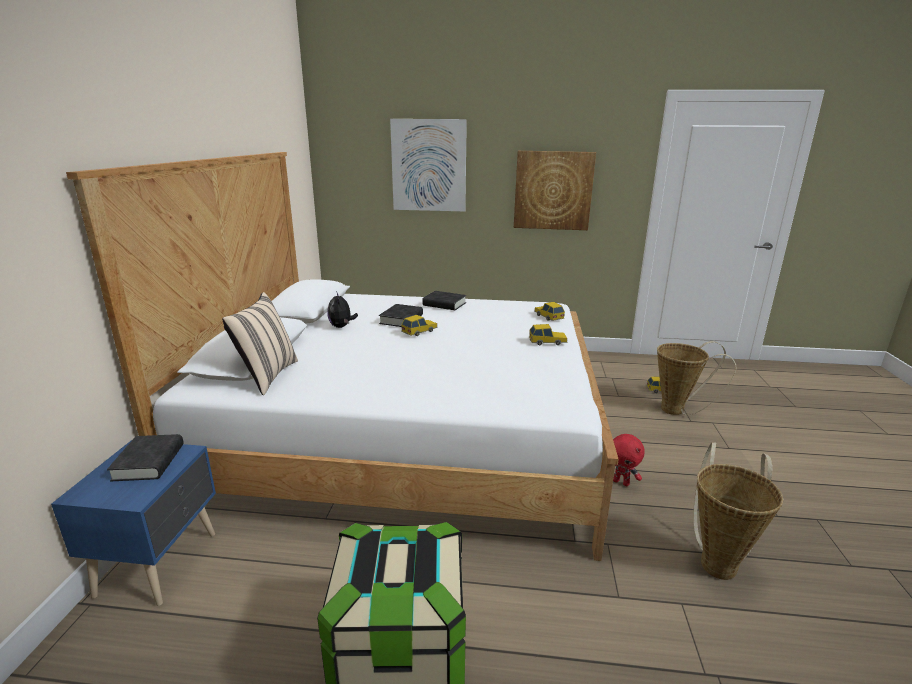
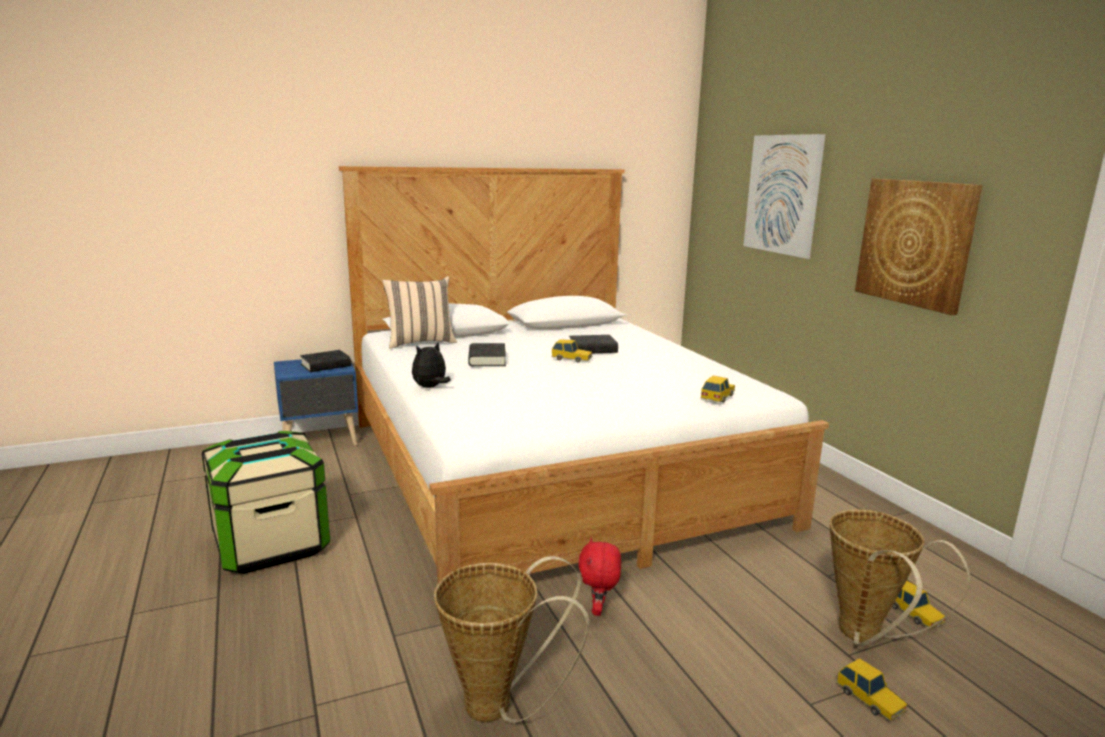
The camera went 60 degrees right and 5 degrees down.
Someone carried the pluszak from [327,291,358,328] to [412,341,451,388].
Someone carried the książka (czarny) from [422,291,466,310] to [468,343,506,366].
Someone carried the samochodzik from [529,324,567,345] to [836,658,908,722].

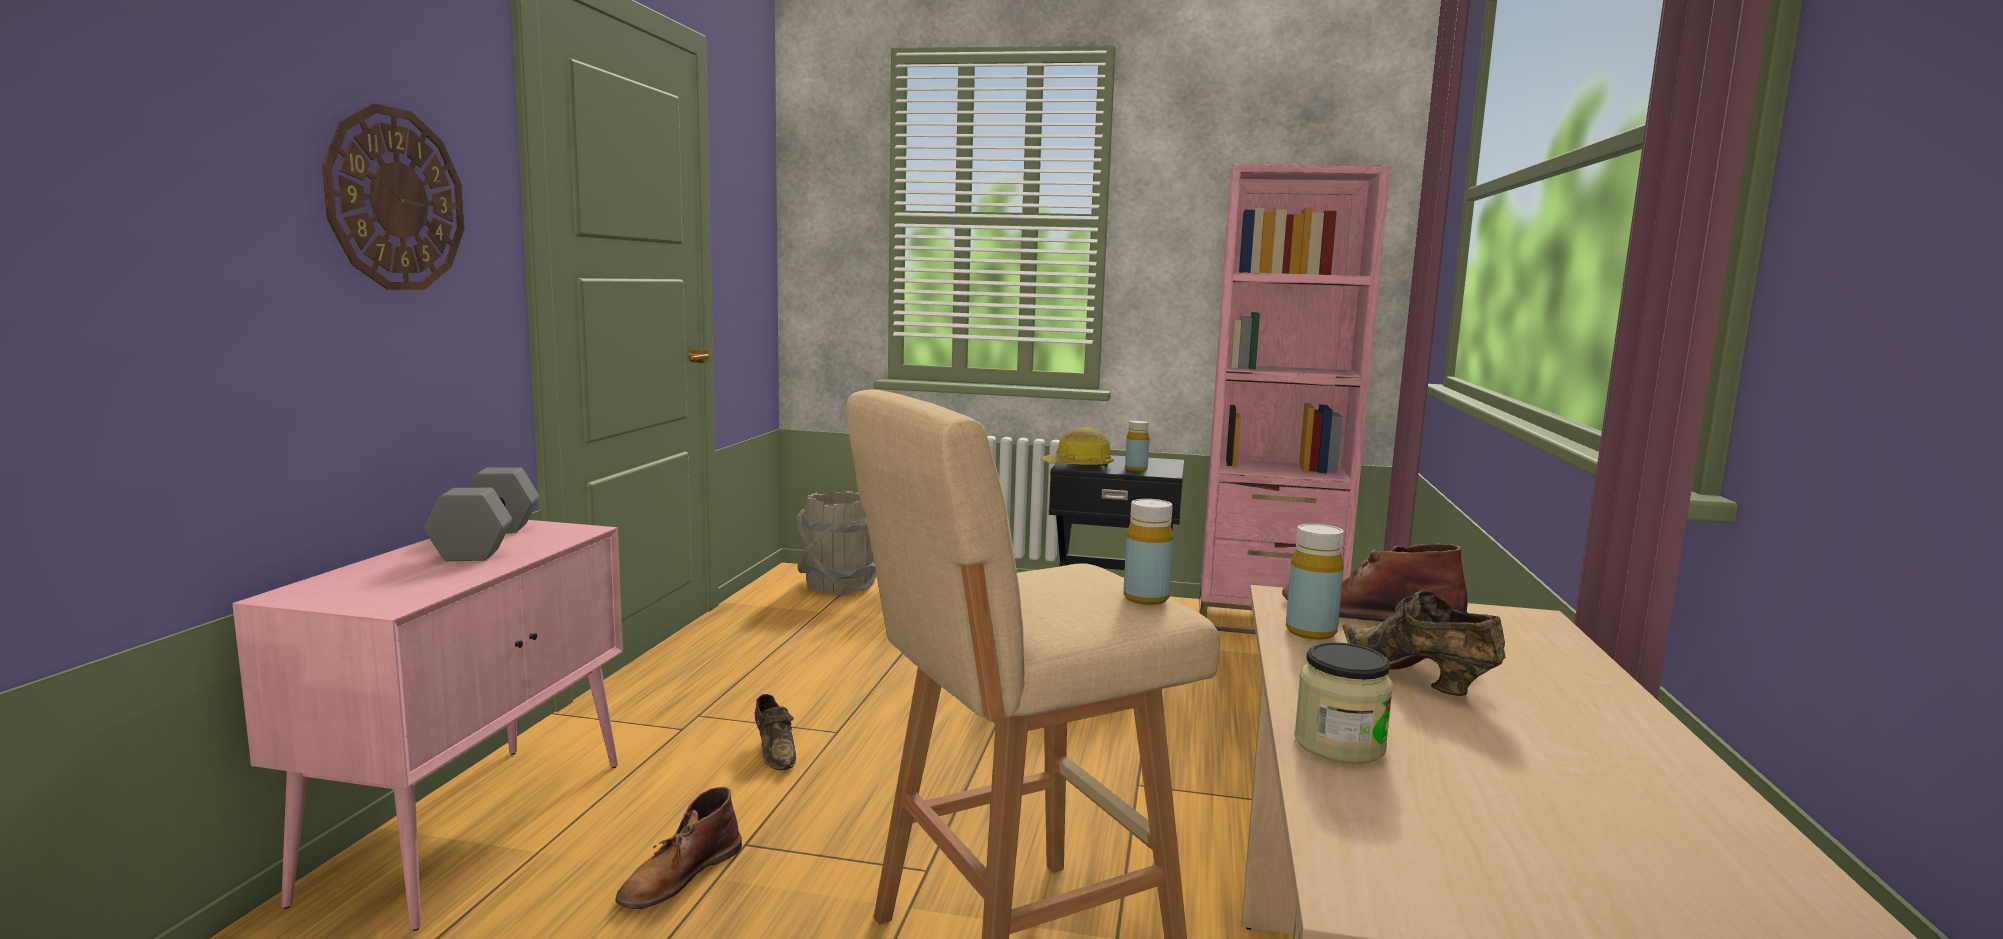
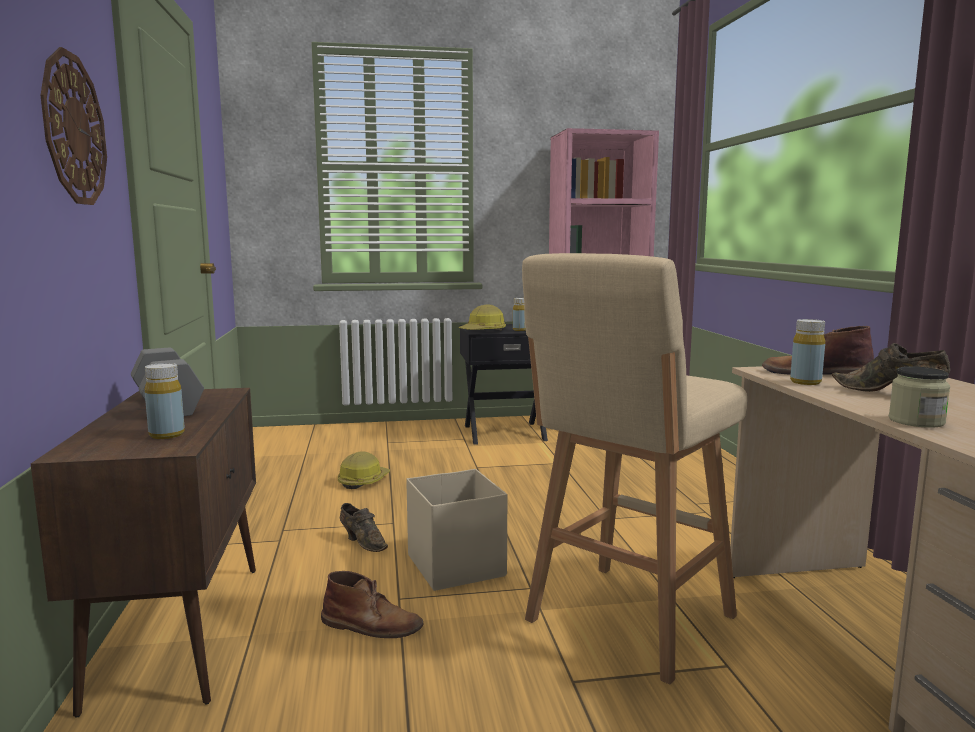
The camera went 20 degrees left and 0 degrees up.
Someone repainted the szafka (różowy) at [232,520,623,931], which became the szafka (brązowy) at [31,388,256,718].
Someone carried the butelka (żółty) from [1124,499,1173,605] to [145,363,185,439].
Someone rotated the but z cholewką (brązowy) at [615,787,742,909] by 90 degrees counterclockwise.
Someone put down the kask at [338,451,390,489].
Someone put down the pojemnik do przechowywania (beżowy) at [406,469,507,591].
Someone took away the wiadro (szary) at [797,490,876,595].

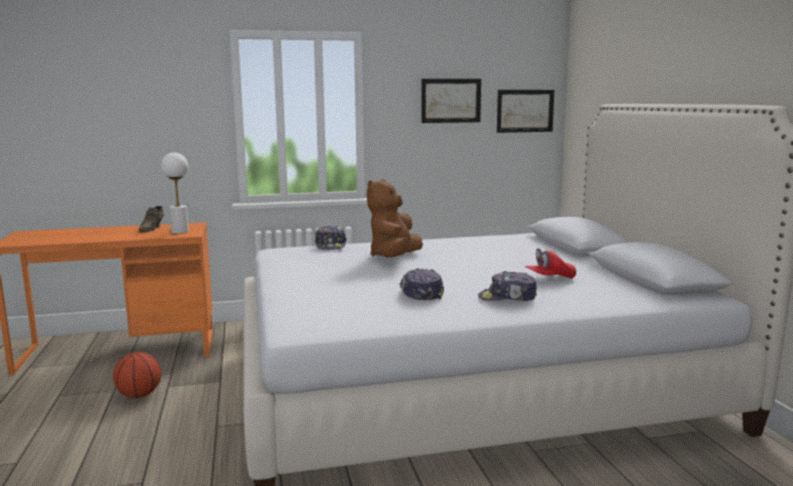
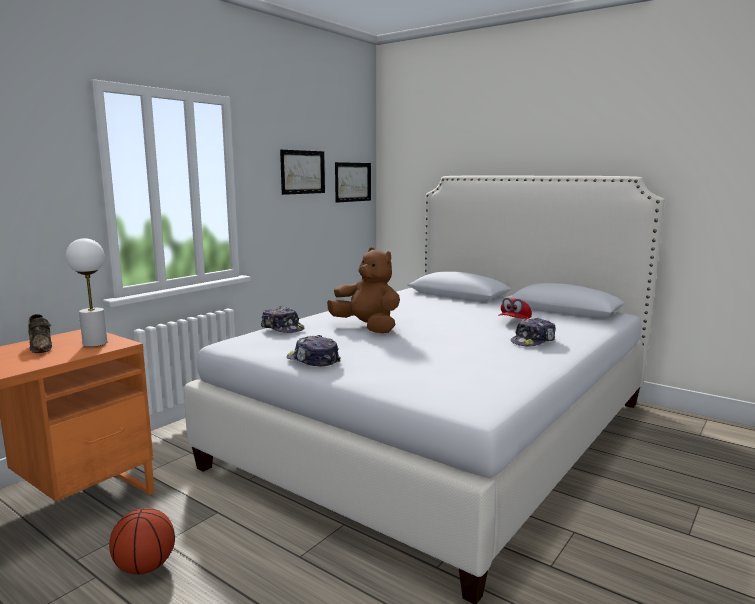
The camera went 40 degrees left and 0 degrees up.
Someone carried the czapka z daszkiem from [400,268,444,300] to [286,335,341,366].
Someone rotated the pluszak (brązowy) at [367,179,423,257] by 150 degrees clockwise.

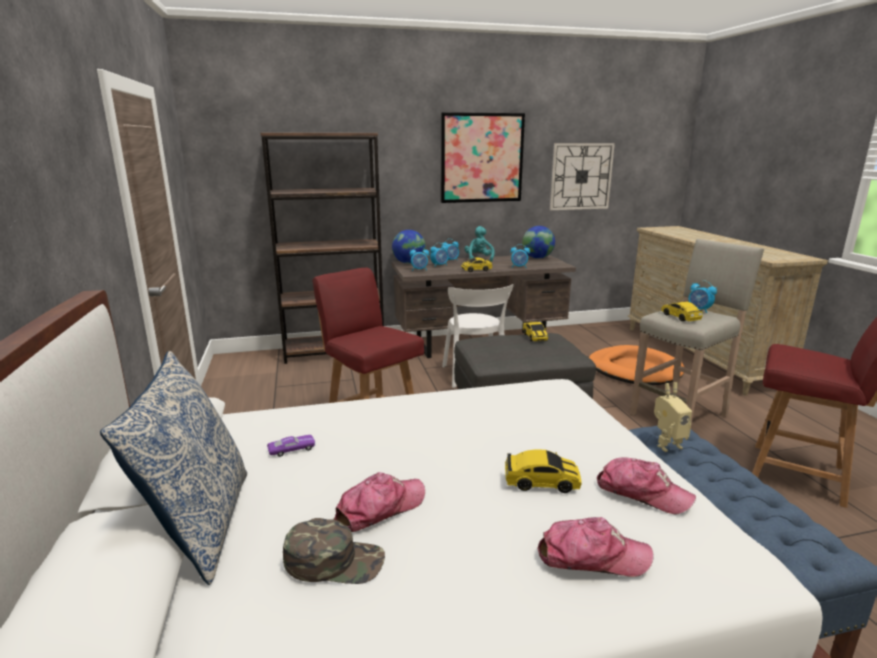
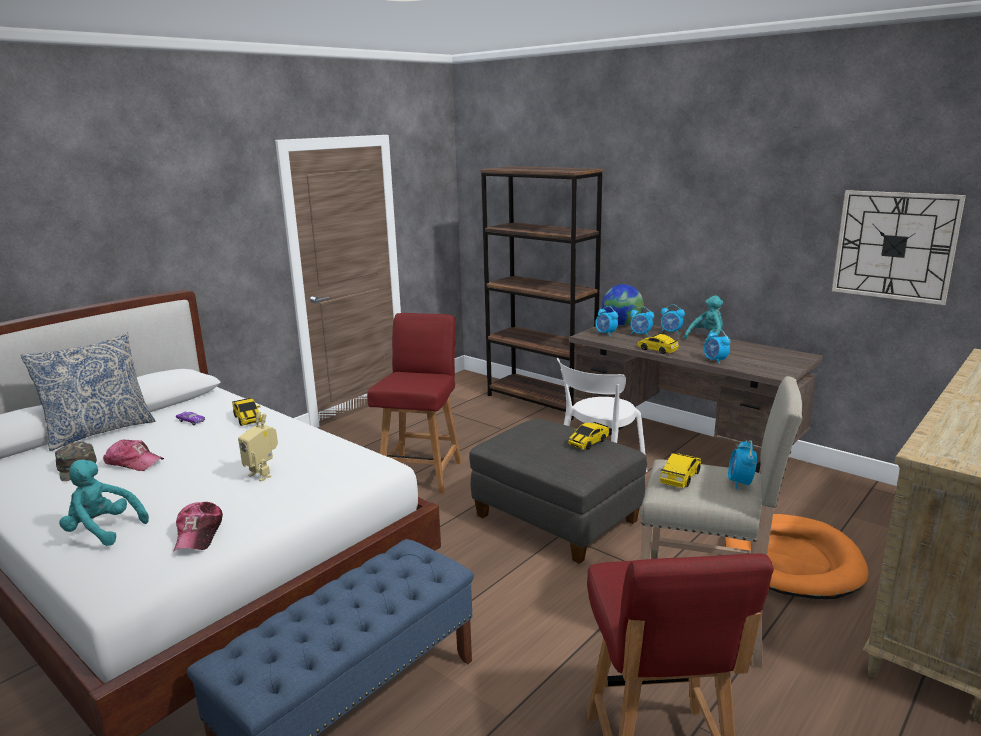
The camera went 55 degrees right and 0 degrees up.
Someone swapped the czapka z daszkiem at [537,517,654,577] for the pluszak (turkusowy) at [59,460,149,546].
Someone carried the samochodzik from [505,449,582,493] to [232,398,262,426].
Someone carried the robot zabawkowy from [654,382,692,452] to [238,412,278,482].
Someone took away the obraz at [441,112,525,203].
Someone took away the globus at [522,226,555,259].

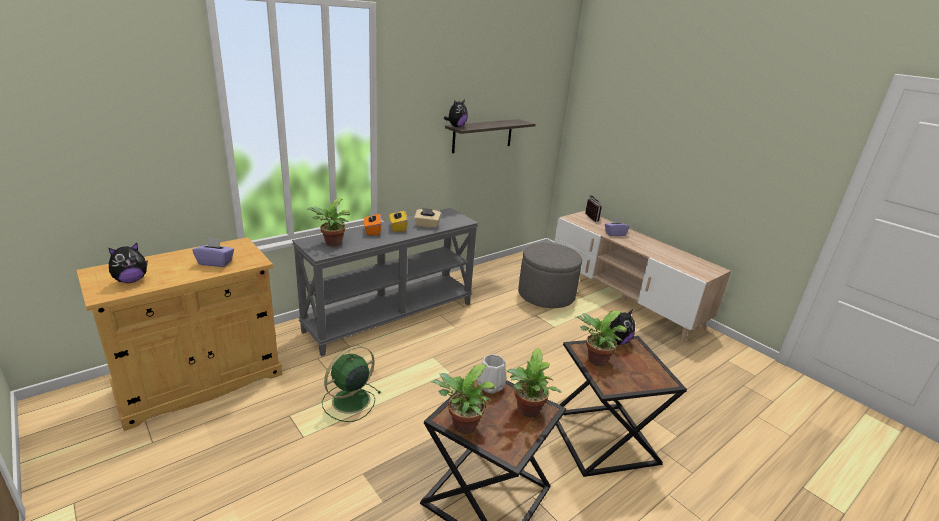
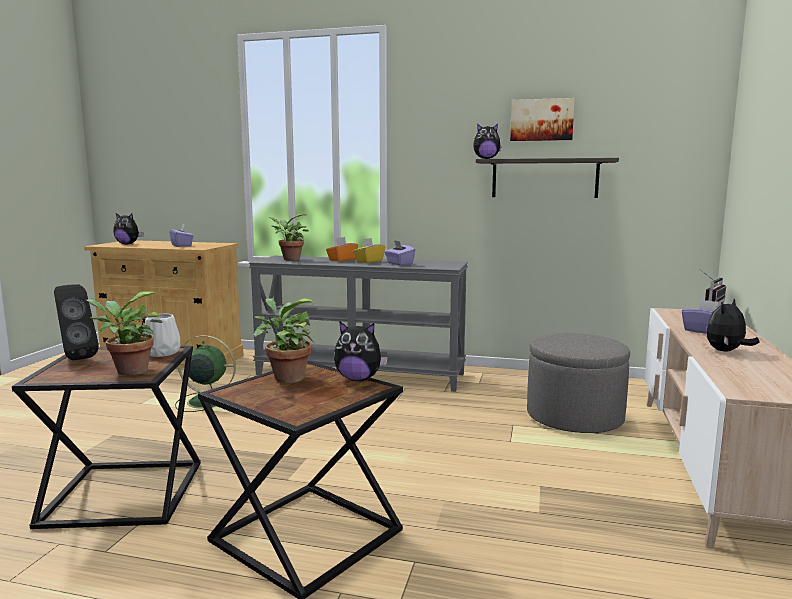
The camera went 55 degrees right and 15 degrees down.
Someone swapped the roślina doniczkowa at [431,365,495,434] for the głośnik (czarny) at [54,284,99,361].
Someone repainted the pudełko chusteczek (beżowy) at [414,208,441,228], which became the pudełko chusteczek (fioletowy) at [385,240,415,266].
Someone put up the obraz at [510,98,575,141].
Someone put down the pluszak at [706,299,760,351].

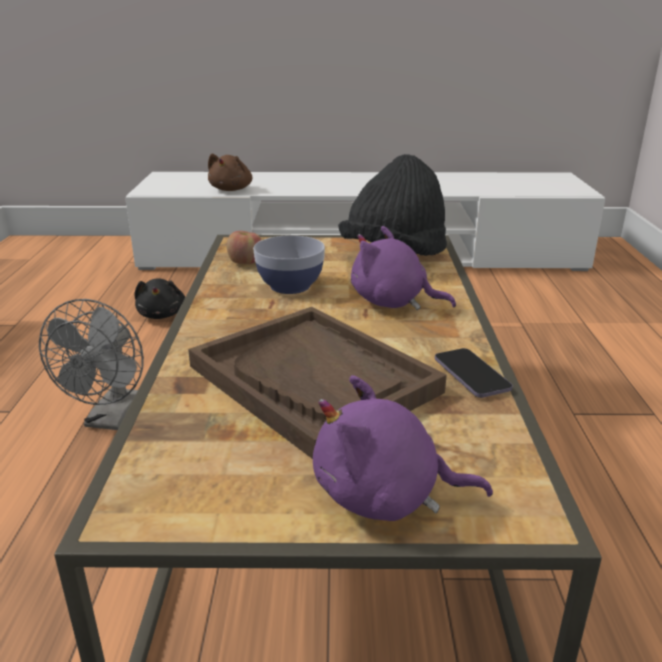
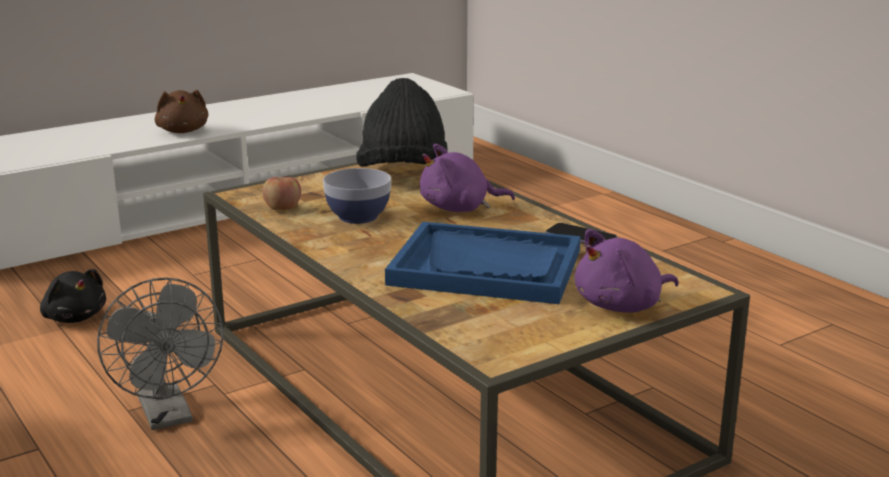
The camera went 35 degrees left and 5 degrees down.
Someone carried the pluszak (brązowy) from [208,153,252,191] to [155,90,208,133].
Someone repainted the taca (brązowy) at [188,307,447,459], which became the taca (niebieski) at [385,222,580,304].

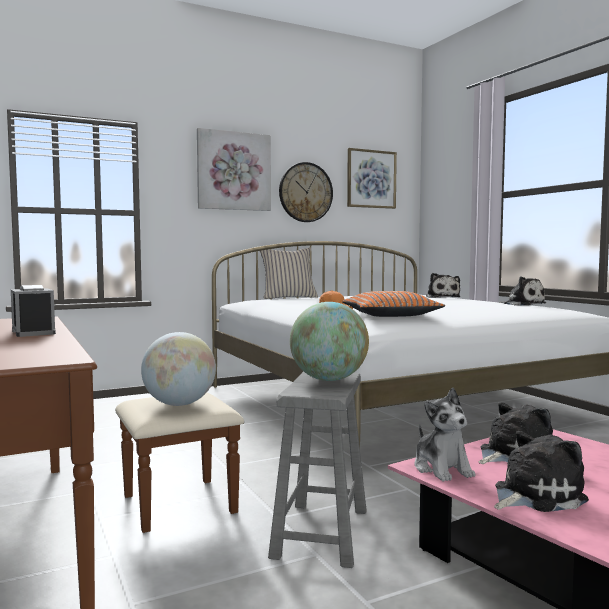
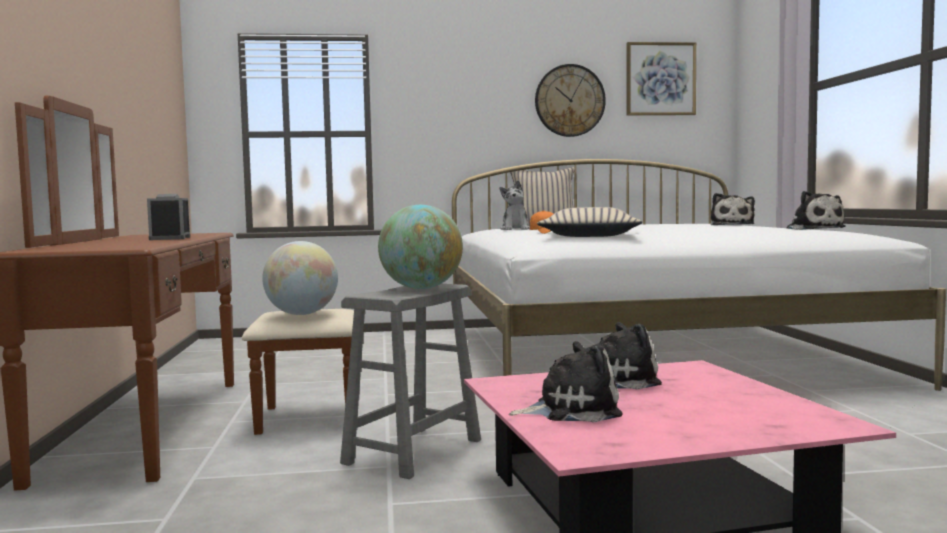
The camera went 20 degrees right and 0 degrees up.
Someone carried the pluszak from [414,388,476,482] to [500,180,530,230].
Someone repainted the poduszka (pomarańczowy) at [342,291,445,317], which became the poduszka (beżowy) at [537,207,643,237].
Someone took away the obraz at [197,128,271,211].

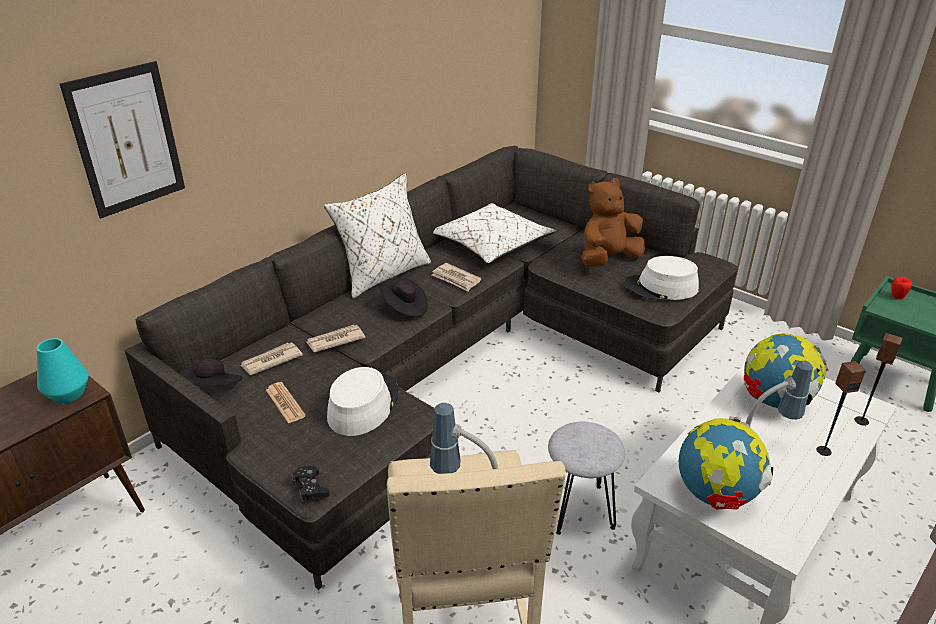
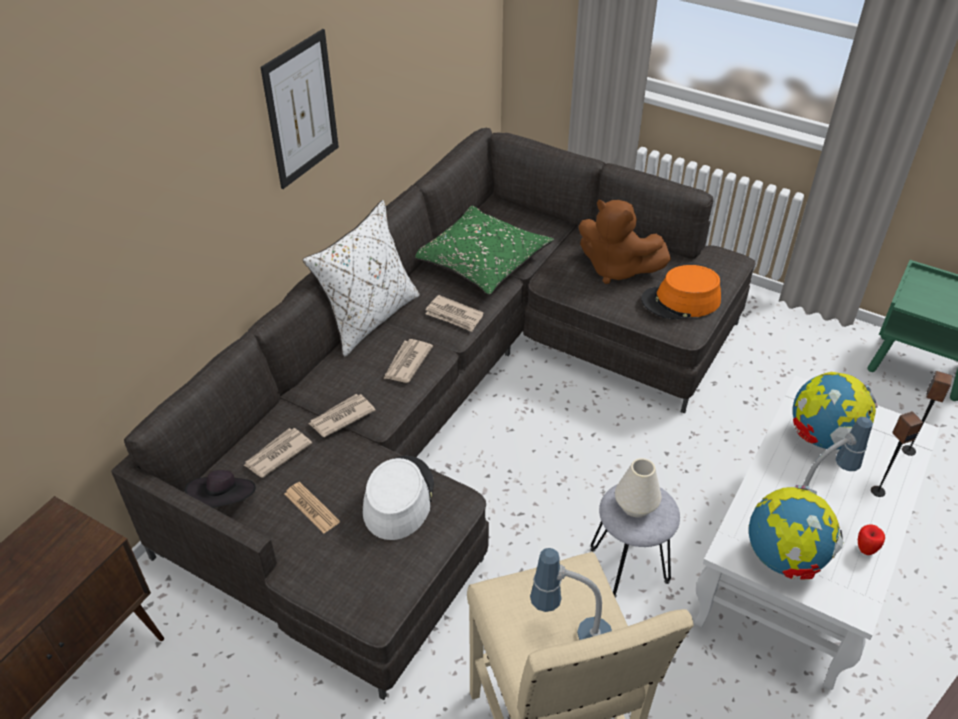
The camera went 10 degrees left and 10 degrees up.
Someone carried the obraz from [60,61,185,218] to [260,29,339,189].
Someone swapped the kapelusz (czarny) at [379,278,428,317] for the gazeta at [383,339,433,383].
Someone repainted the poduszka (biały) at [433,203,556,264], which became the poduszka (zielony) at [415,205,554,295].
Someone rotated the pluszak (brązowy) at [581,178,645,267] by 105 degrees counterclockwise.
Someone put down the wazon (biały) at [615,458,661,517].
Someone repainted the kapelusz (biały) at [624,256,699,300], which became the kapelusz (pomarańczowy) at [641,265,721,319].
Someone carried the jabłko from [891,277,912,299] to [858,524,885,555].
Someone took away the wazon (turkusowy) at [37,338,89,403].
Someone took away the pad do gier (czarny) at [291,466,329,502].

